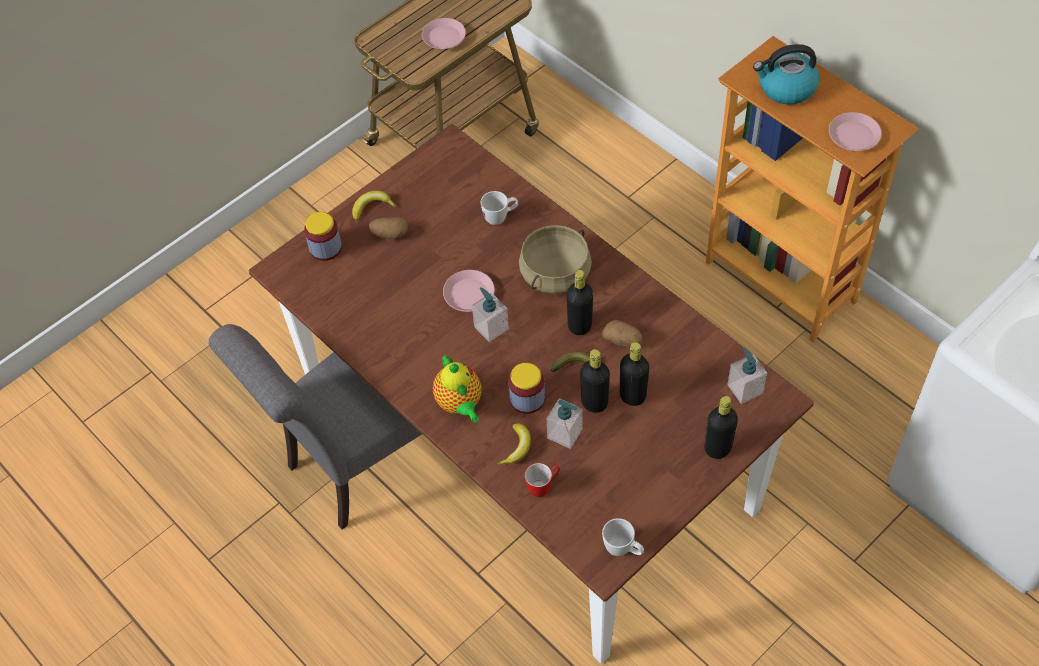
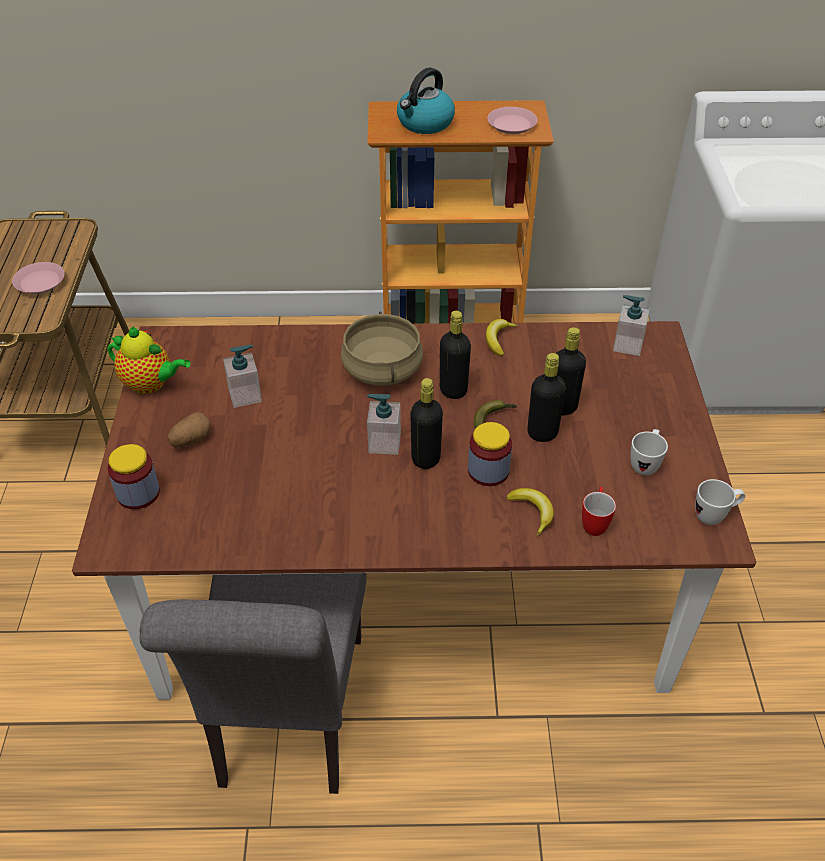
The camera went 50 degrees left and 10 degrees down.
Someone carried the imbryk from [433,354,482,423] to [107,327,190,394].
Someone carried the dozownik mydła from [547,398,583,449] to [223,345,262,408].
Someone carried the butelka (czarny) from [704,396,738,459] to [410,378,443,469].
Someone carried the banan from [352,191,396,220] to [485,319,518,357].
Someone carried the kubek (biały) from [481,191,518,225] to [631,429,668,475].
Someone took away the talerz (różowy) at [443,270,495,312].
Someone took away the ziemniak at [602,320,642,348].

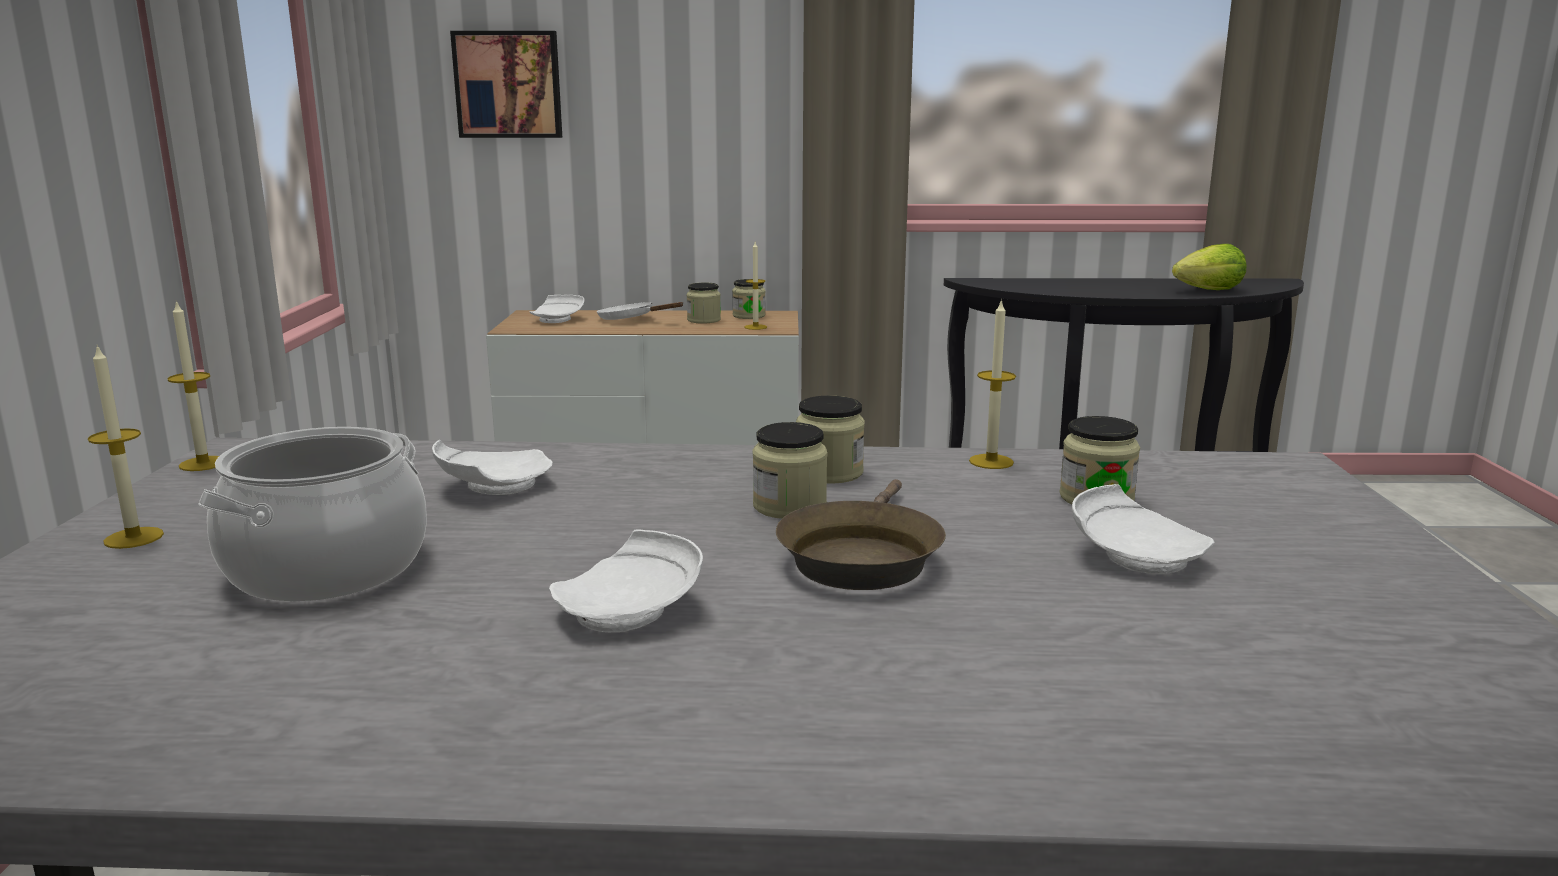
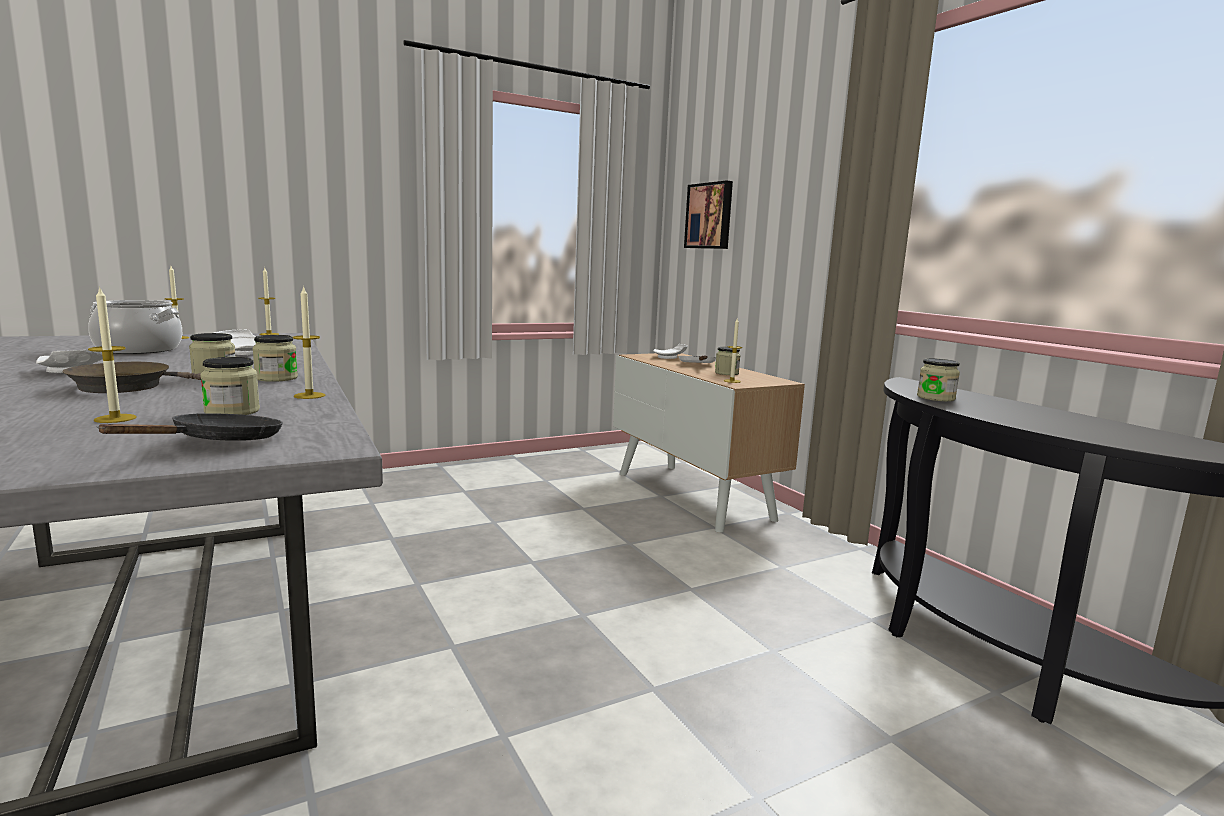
The camera went 60 degrees right and 5 degrees down.
Someone swapped the talerz (biały) at [1072,484,1214,574] for the świeca at [88,286,137,423].
Someone put down the patelnia (czarny) at [96,413,283,441].
Someone carried the słoik from [732,279,766,319] to [917,358,960,401].
Someone took away the sałata at [1172,244,1246,290].

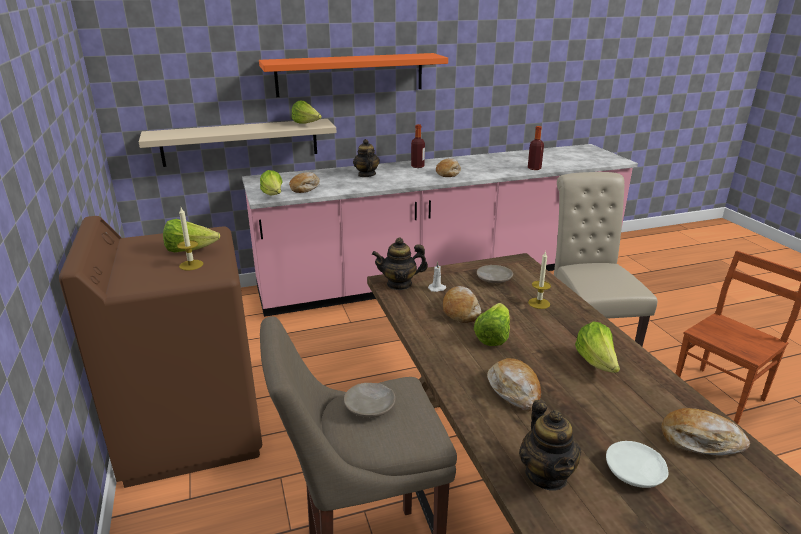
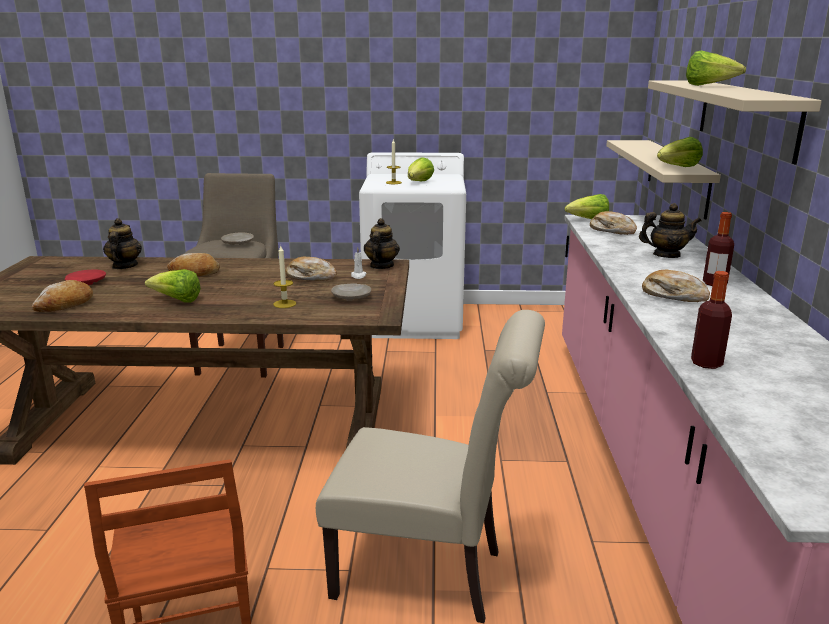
The camera went 110 degrees right and 5 degrees down.
Someone repainted the talerz (biały) at [606,441,668,488], which became the talerz (czerwony) at [65,269,106,285].
Someone rotated the imbryk at [519,400,581,491] by 75 degrees clockwise.
Someone repainted the pralka (brązowy) at [59,216,262,488], which became the pralka (biały) at [359,152,466,339].
Someone repainted the półka (pomarańczowy) at [259,53,448,97], which became the półka (beżowy) at [648,81,822,164].
Someone carried the sałata from [474,303,510,346] to [686,50,746,86].

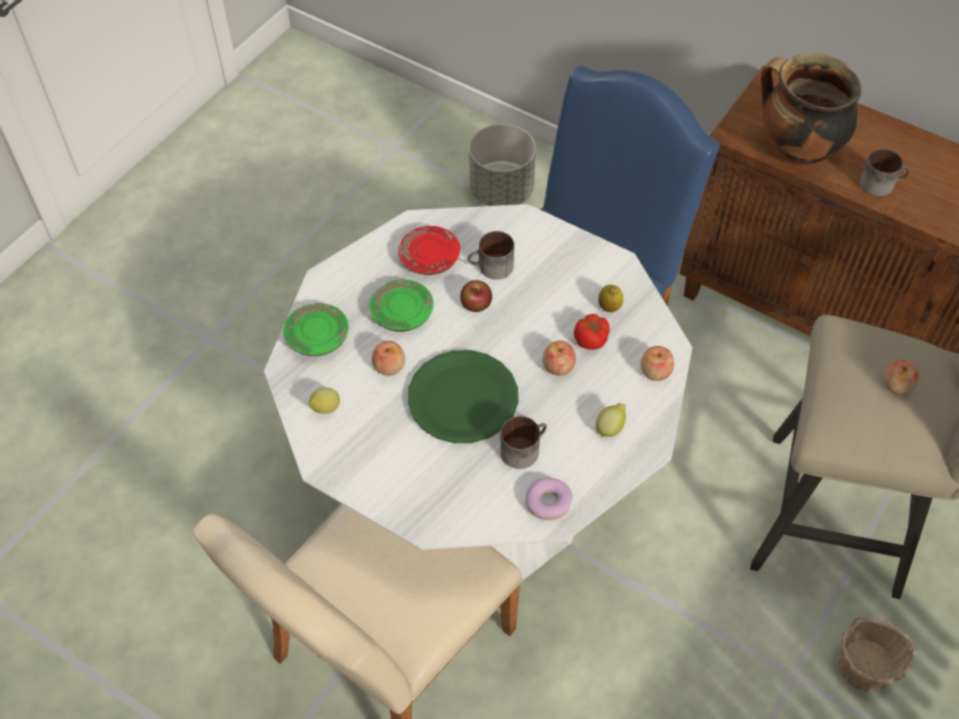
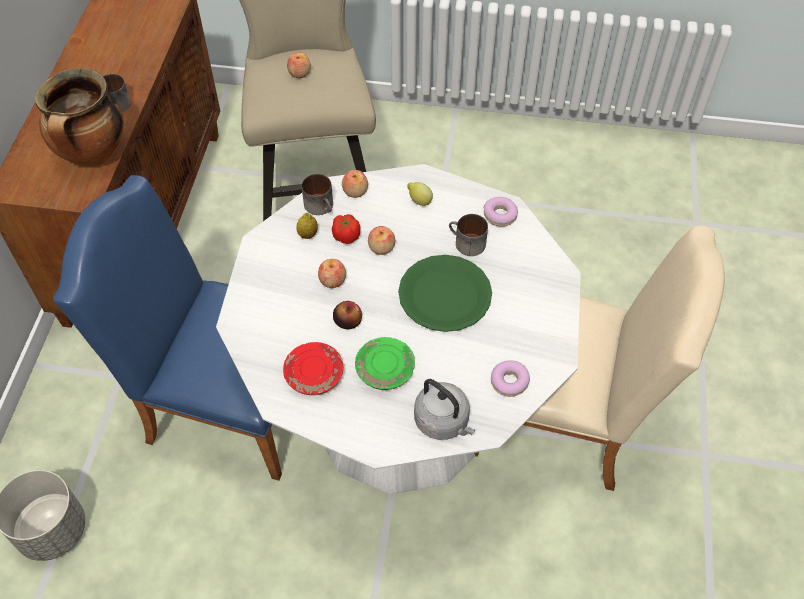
The camera went 115 degrees left and 0 degrees up.
Someone carried the kubek from [468,231,514,280] to [302,174,333,215].
Someone carried the jabłko from [372,341,405,376] to [318,259,346,288].
Someone swapped the talerz (zielony) at [283,303,348,356] for the czajnik (szary) at [414,379,475,440].
Someone swapped the cytryna at [308,387,340,414] for the donut at [491,360,530,397].
Someone took away the koszyk at [837,616,917,693].

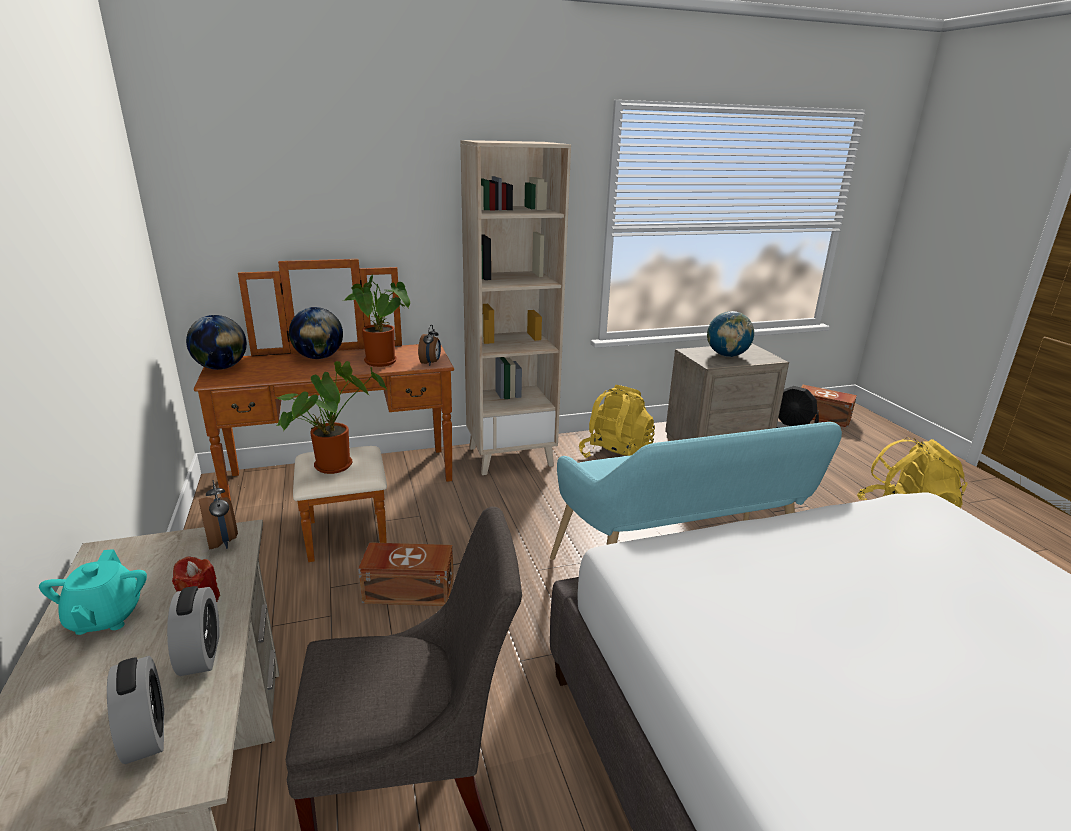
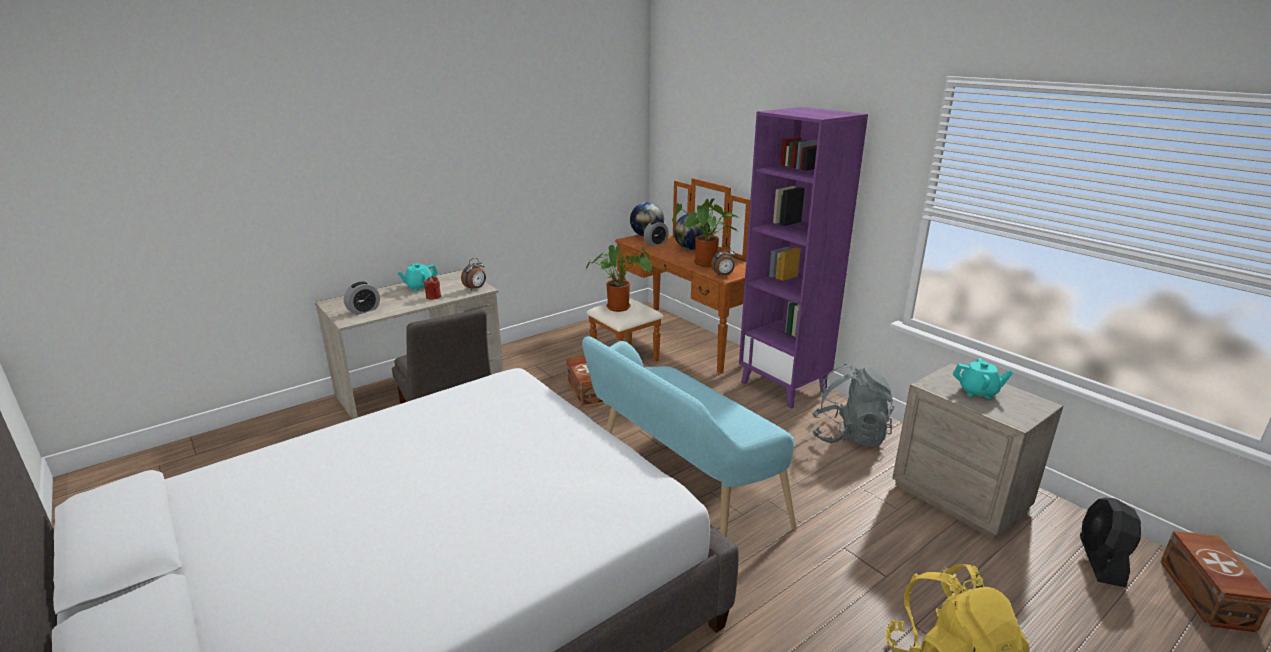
The camera went 70 degrees right and 0 degrees up.
Someone carried the budzik from [167,586,220,676] to [644,220,669,246].
Someone repainted the regał (beżowy) at [460,140,571,475], which became the regał (fioletowy) at [739,107,868,409].
Someone repainted the plecak (żółty) at [579,385,655,458], which became the plecak (szary) at [812,364,894,446].
Someone swapped the globus at [707,311,754,357] for the imbryk (turkusowy) at [953,358,1013,399].

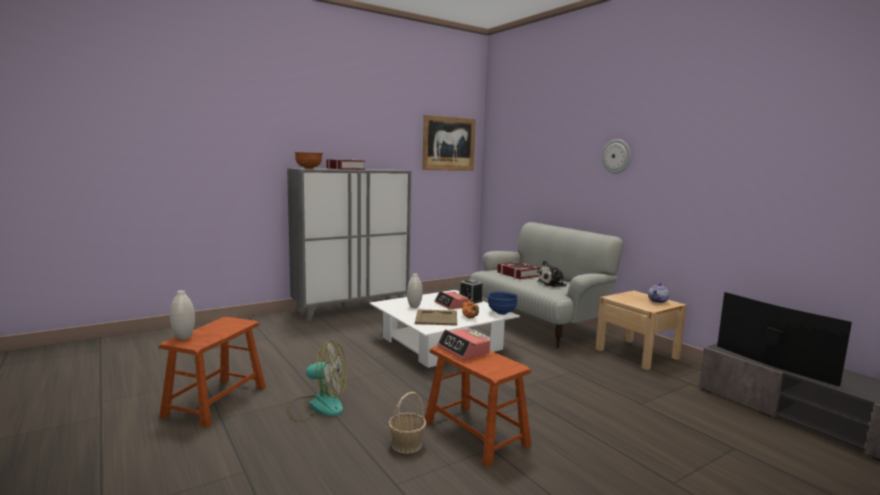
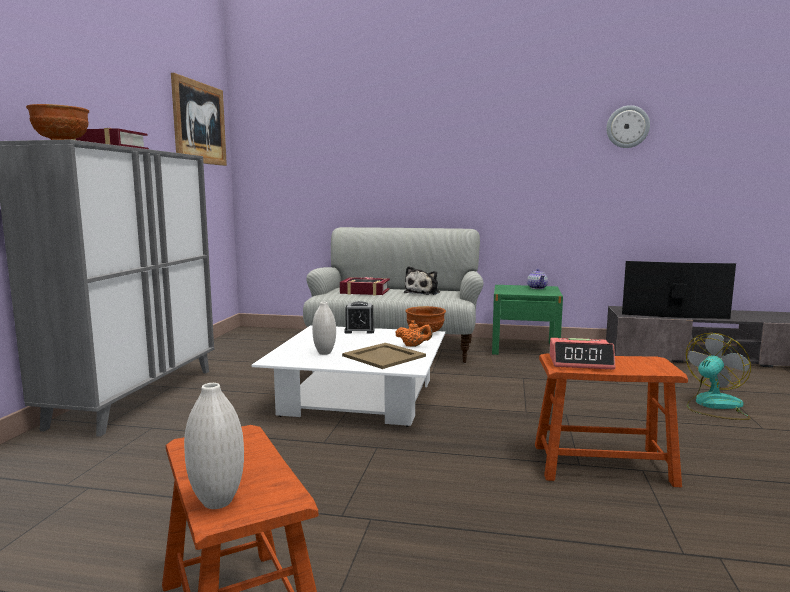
The camera went 45 degrees left and 0 degrees up.
Someone repainted the miska (niebieski) at [487,291,518,315], which became the miska (brązowy) at [405,306,446,335].
Someone repainted the szafka nocna (beżowy) at [596,291,687,370], which became the szafka nocna (zielony) at [492,285,563,355].
Someone carried the zegar ścienny from [602,139,631,174] to [606,105,650,148].
Someone carried the wentylator from [287,341,347,422] to [686,333,751,420].
Someone took away the koszyk at [388,392,426,454].
Someone took away the budzik at [434,291,469,310].

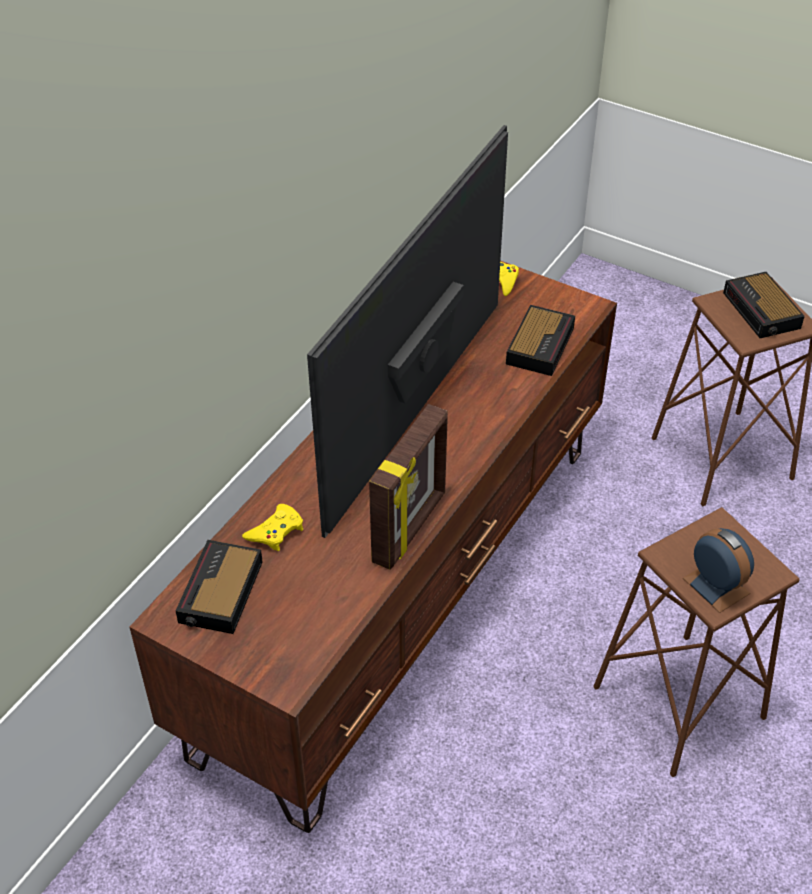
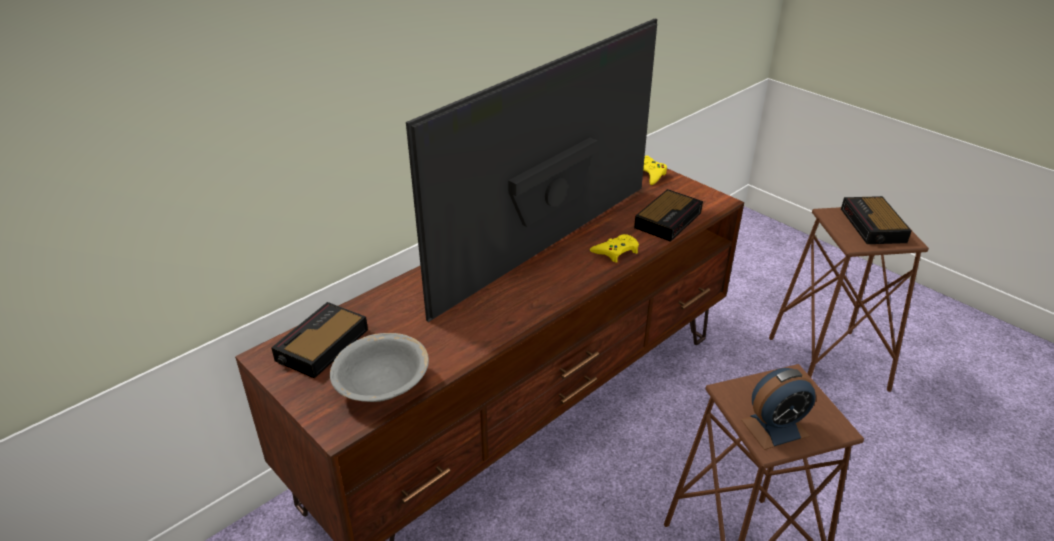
The camera went 15 degrees right and 10 degrees down.
Someone put down the miska (szary) at [330,333,429,402].
Someone carried the pad do gier (żółty) from [242,504,303,551] to [590,234,639,263].
Someone rotated the budzik at [683,528,754,613] by 90 degrees clockwise.
Someone took away the ramka na zdjęcie at [369,404,448,570].

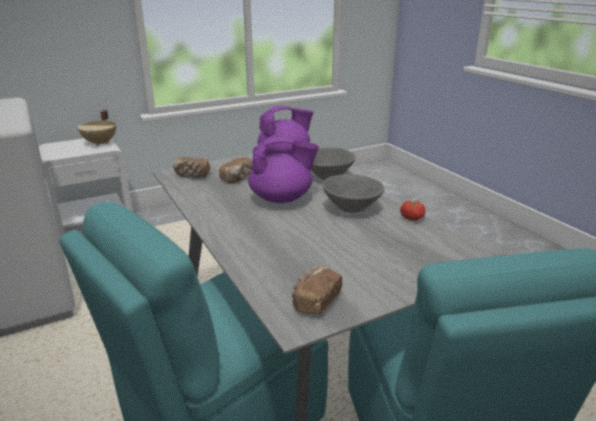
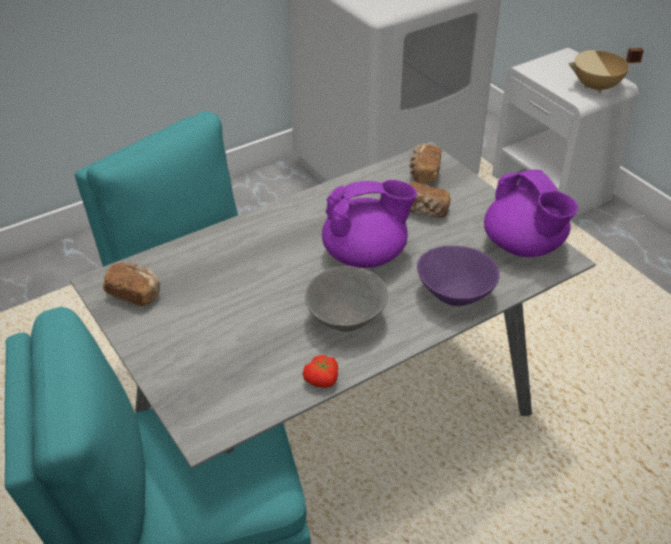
The camera went 85 degrees right and 15 degrees up.
Someone rotated the imbryk (fioletowy) at [248,137,319,203] by 90 degrees counterclockwise.
Someone repainted the miska (szary) at [311,147,356,180], which became the miska (fioletowy) at [417,246,500,306].

